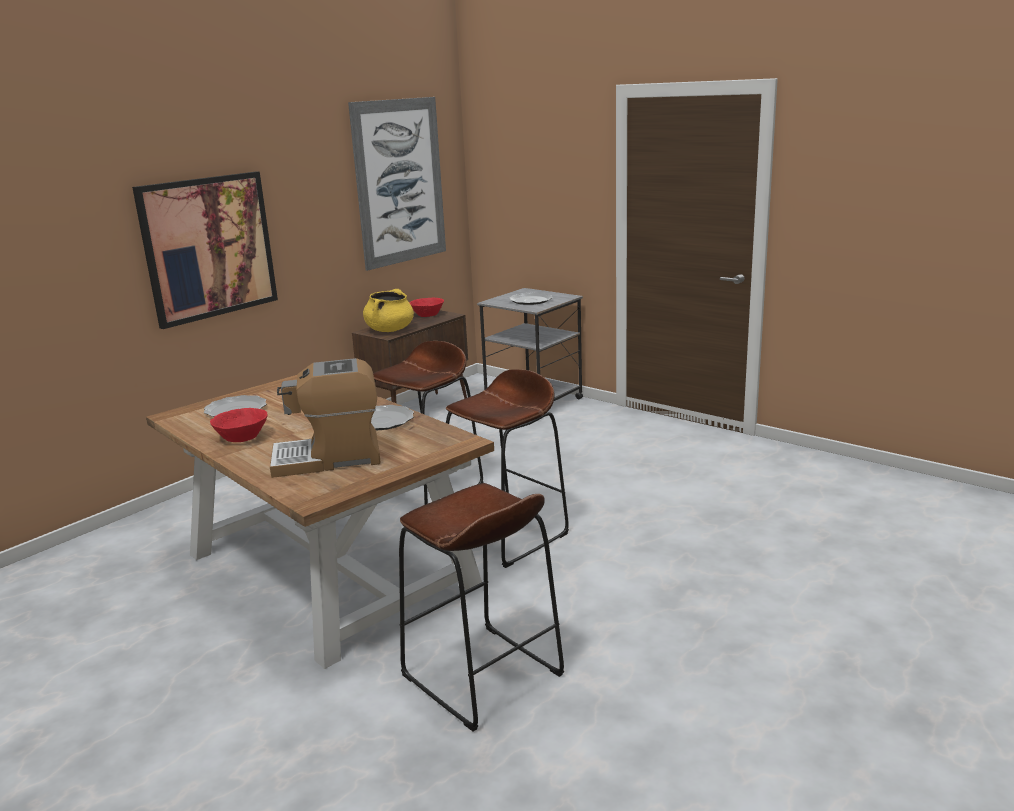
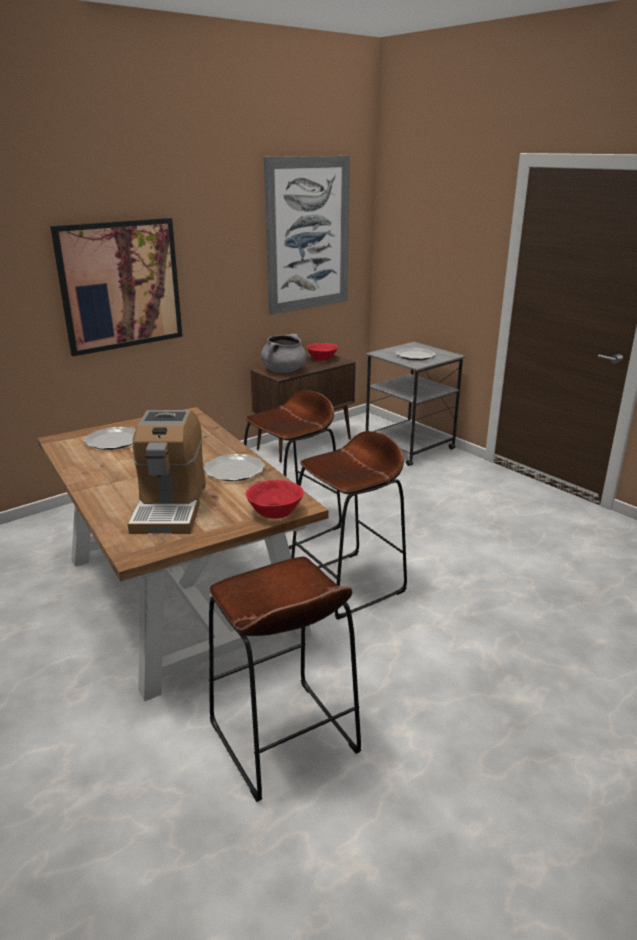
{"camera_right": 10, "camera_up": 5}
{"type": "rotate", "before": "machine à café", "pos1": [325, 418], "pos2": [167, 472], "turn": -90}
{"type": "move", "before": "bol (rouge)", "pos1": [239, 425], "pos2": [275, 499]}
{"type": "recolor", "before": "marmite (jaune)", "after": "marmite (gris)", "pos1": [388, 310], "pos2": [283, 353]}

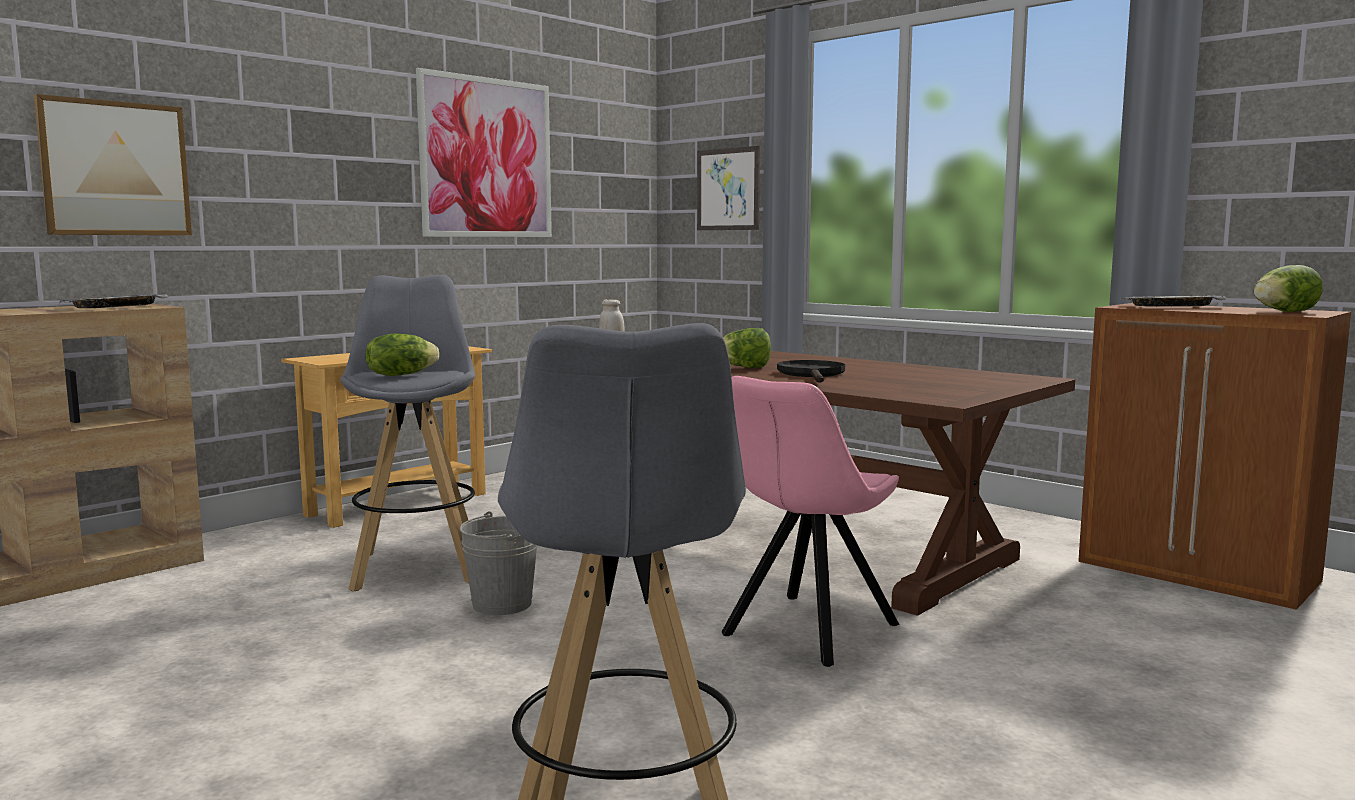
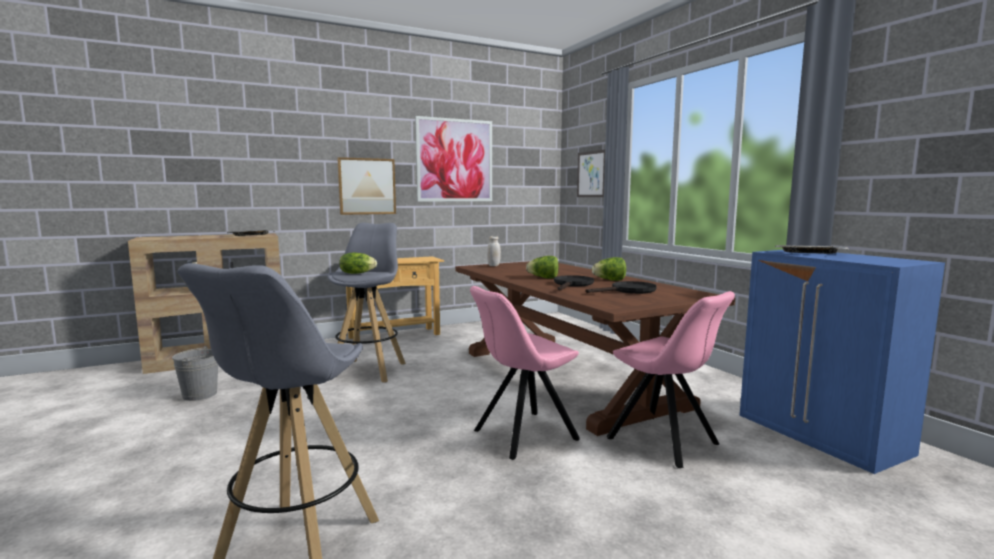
{"camera_right": 20, "camera_up": 0}
{"type": "move", "before": "seau (gris)", "pos1": [498, 563], "pos2": [195, 373]}
{"type": "move", "before": "tableau", "pos1": [113, 164], "pos2": [366, 186]}
{"type": "insert", "after": "poêle (noir)", "pos2": [621, 287]}
{"type": "move", "before": "laitue", "pos1": [1288, 288], "pos2": [609, 269]}
{"type": "insert", "after": "chaise (rose)", "pos2": [671, 379]}
{"type": "recolor", "before": "meuble de rangement (marron)", "after": "meuble de rangement (bleu)", "pos1": [1214, 456], "pos2": [842, 362]}

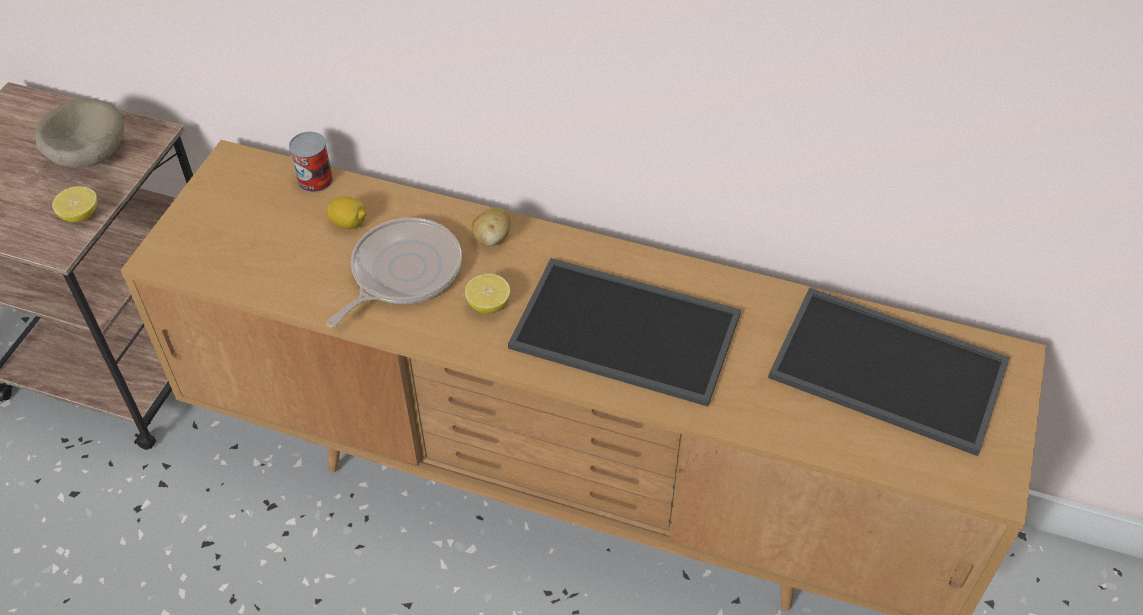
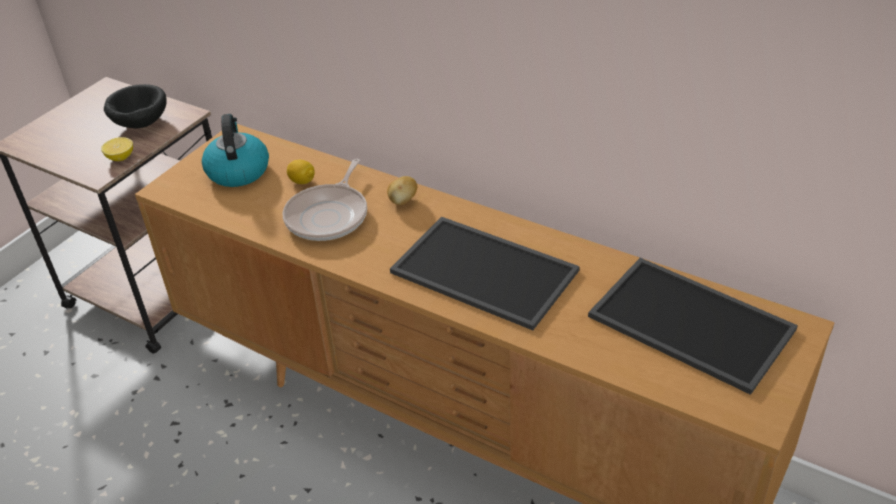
{"camera_right": 15, "camera_up": -10}
{"type": "recolor", "before": "bol (beige)", "after": "bol (noir)", "pos1": [79, 133], "pos2": [135, 106]}
{"type": "insert", "after": "bouilloire", "pos2": [235, 150]}
{"type": "rotate", "before": "poêle", "pos1": [394, 272], "pos2": [325, 200], "turn": 150}
{"type": "delete", "before": "boîte métallique", "pos1": [311, 162]}
{"type": "delete", "before": "citron", "pos1": [487, 294]}

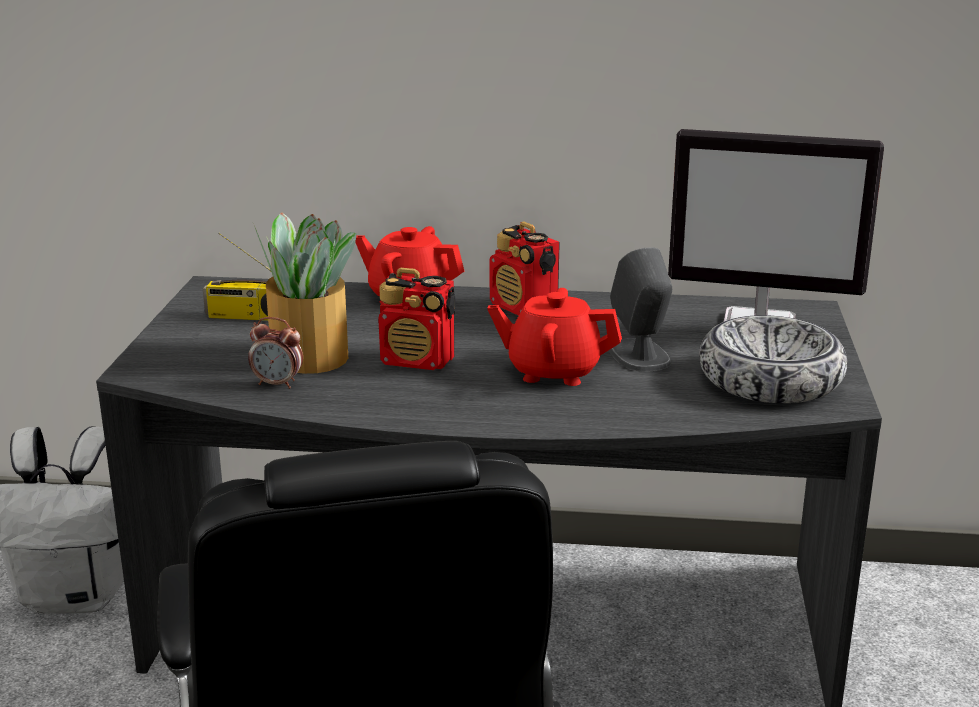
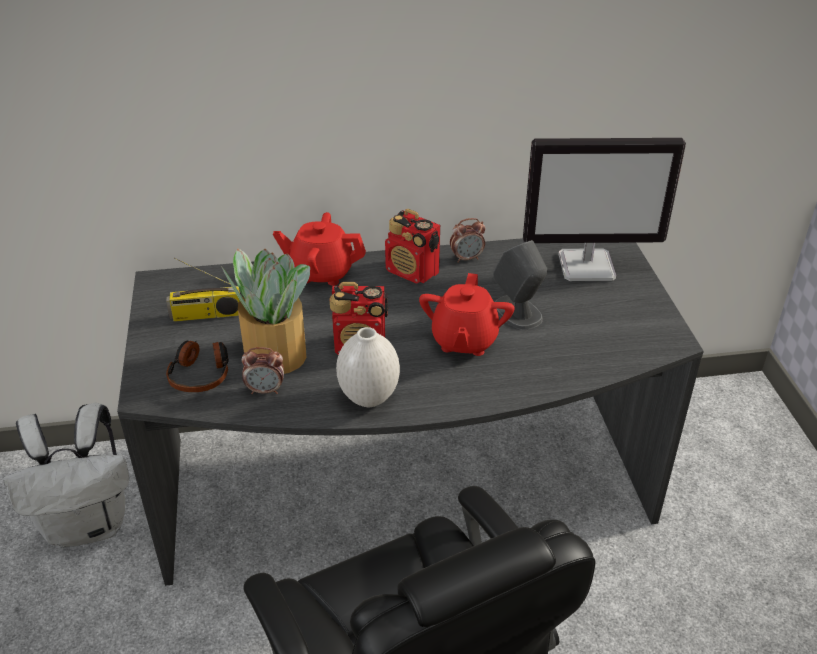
{"camera_right": -15, "camera_up": 15}
{"type": "insert", "after": "casque audio", "pos2": [197, 366]}
{"type": "insert", "after": "vase (blanc)", "pos2": [368, 367]}
{"type": "rotate", "before": "théière (rouge)", "pos1": [554, 337], "pos2": [467, 314], "turn": -75}
{"type": "insert", "after": "réveil", "pos2": [467, 240]}
{"type": "delete", "before": "bol", "pos1": [773, 359]}

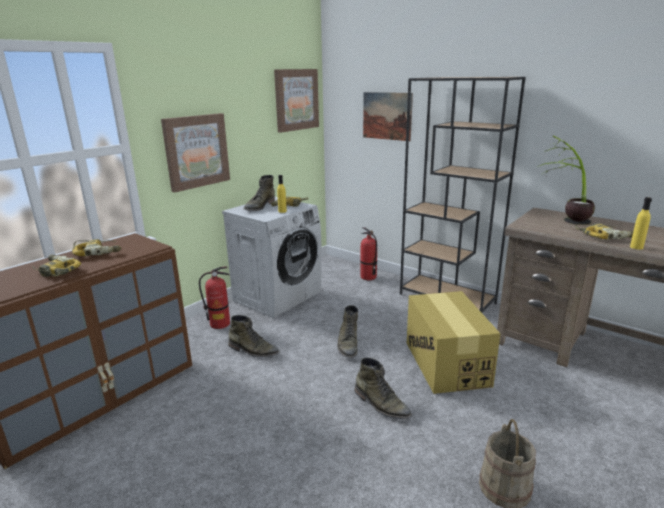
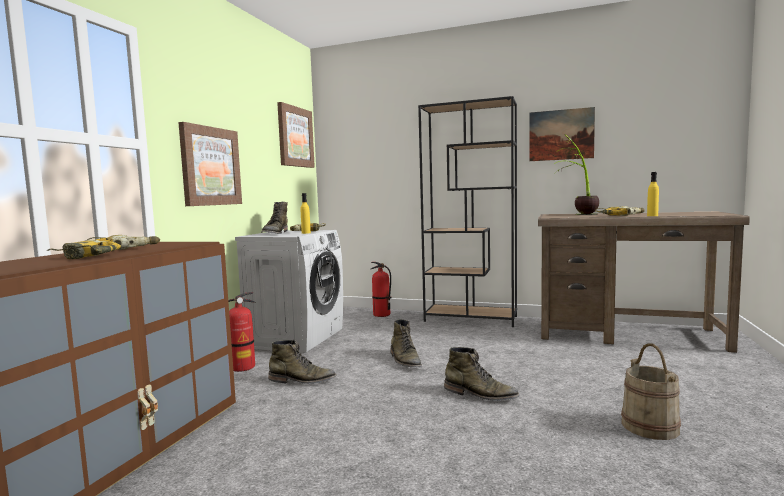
{"camera_right": -20, "camera_up": -15}
{"type": "move", "before": "tableau", "pos1": [388, 116], "pos2": [562, 134]}
{"type": "delete", "before": "carton", "pos1": [454, 342]}

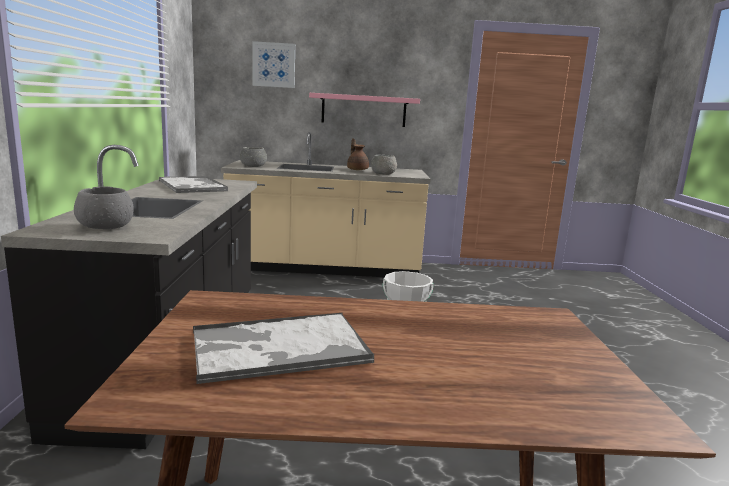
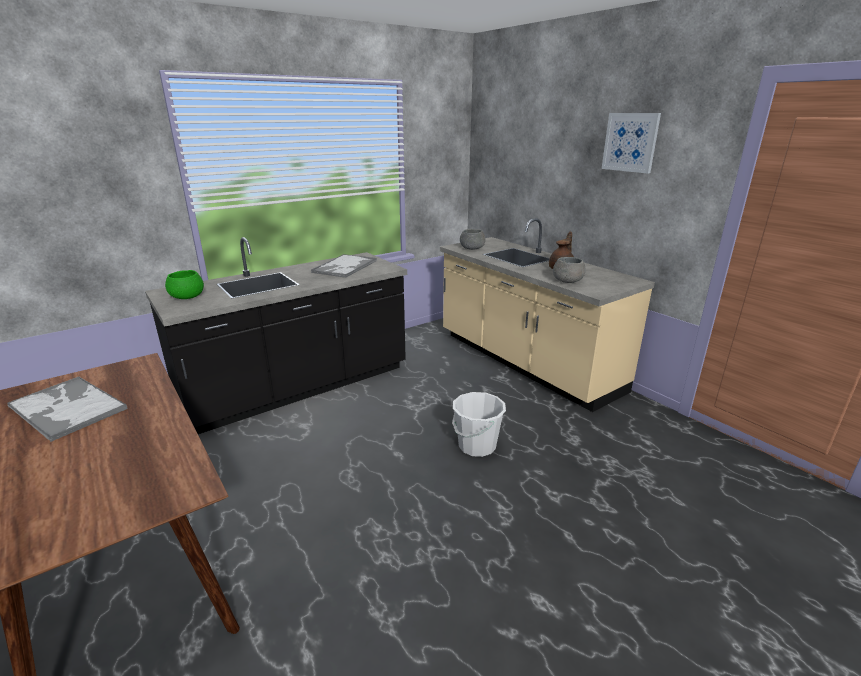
{"camera_right": 55, "camera_up": 10}
{"type": "recolor", "before": "bol (gris)", "after": "bol (vert)", "pos1": [104, 207], "pos2": [184, 284]}
{"type": "move", "before": "tableau", "pos1": [273, 64], "pos2": [631, 143]}
{"type": "delete", "before": "étagère (rose)", "pos1": [364, 110]}

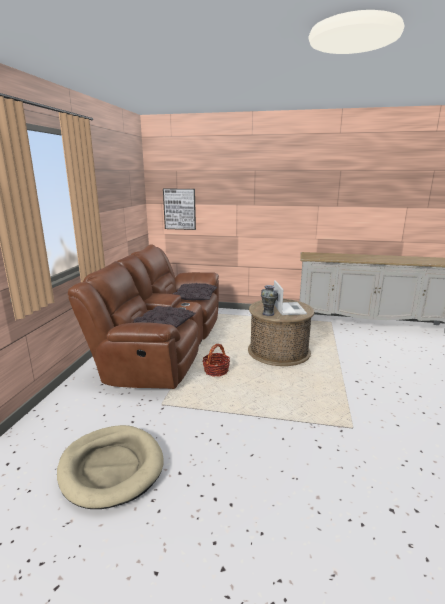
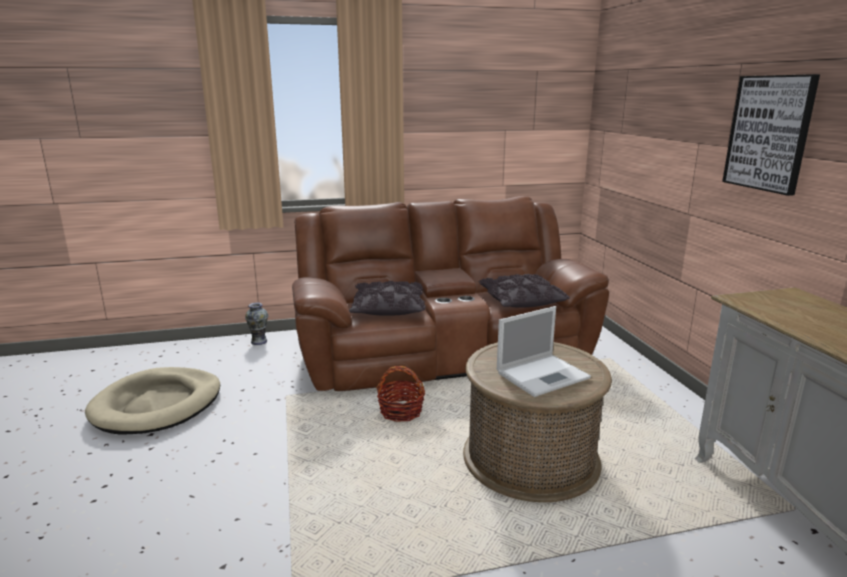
{"camera_right": 65, "camera_up": 0}
{"type": "move", "before": "vase", "pos1": [269, 300], "pos2": [257, 324]}
{"type": "move", "before": "tableau", "pos1": [179, 209], "pos2": [771, 135]}

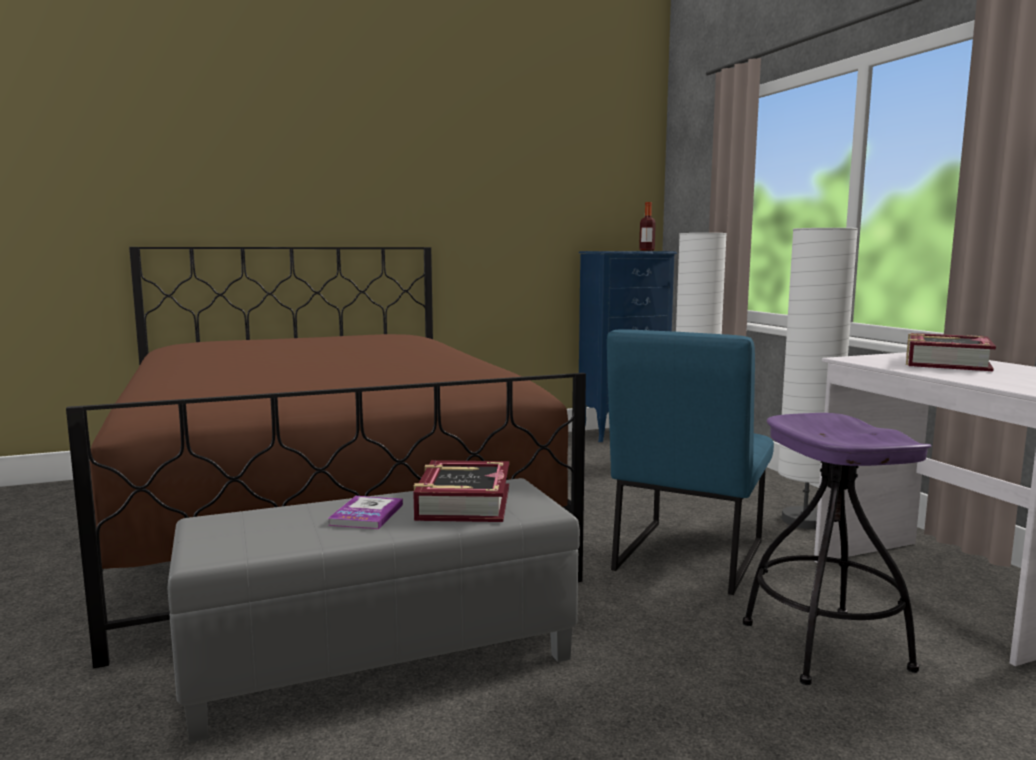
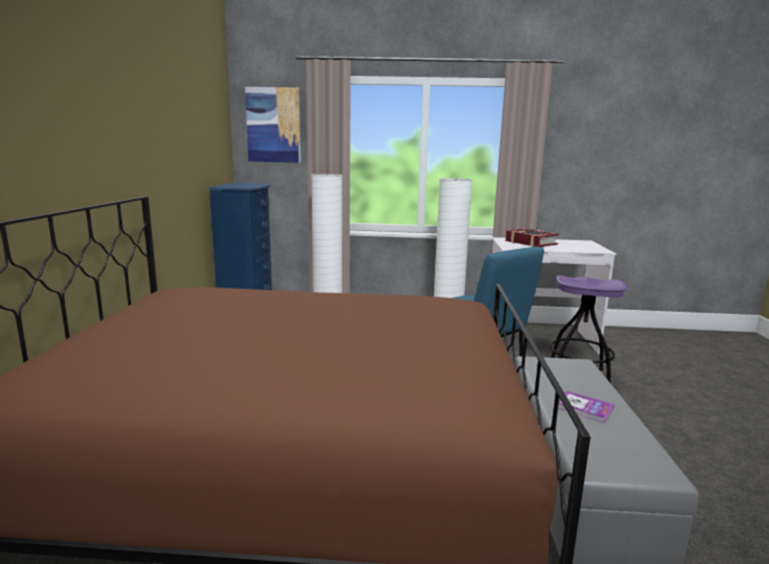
{"camera_right": -65, "camera_up": 5}
{"type": "insert", "after": "tableau", "pos2": [273, 125]}
{"type": "delete", "before": "livre", "pos1": [461, 491]}
{"type": "delete", "before": "bouteille", "pos1": [647, 226]}

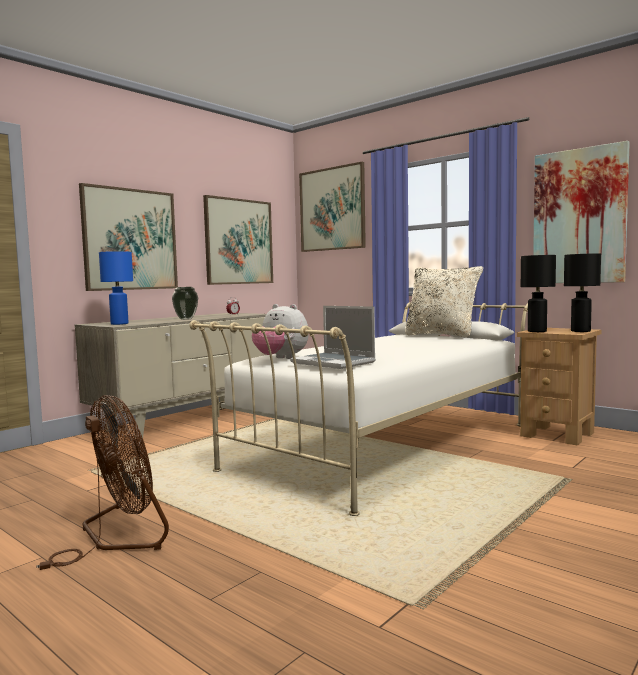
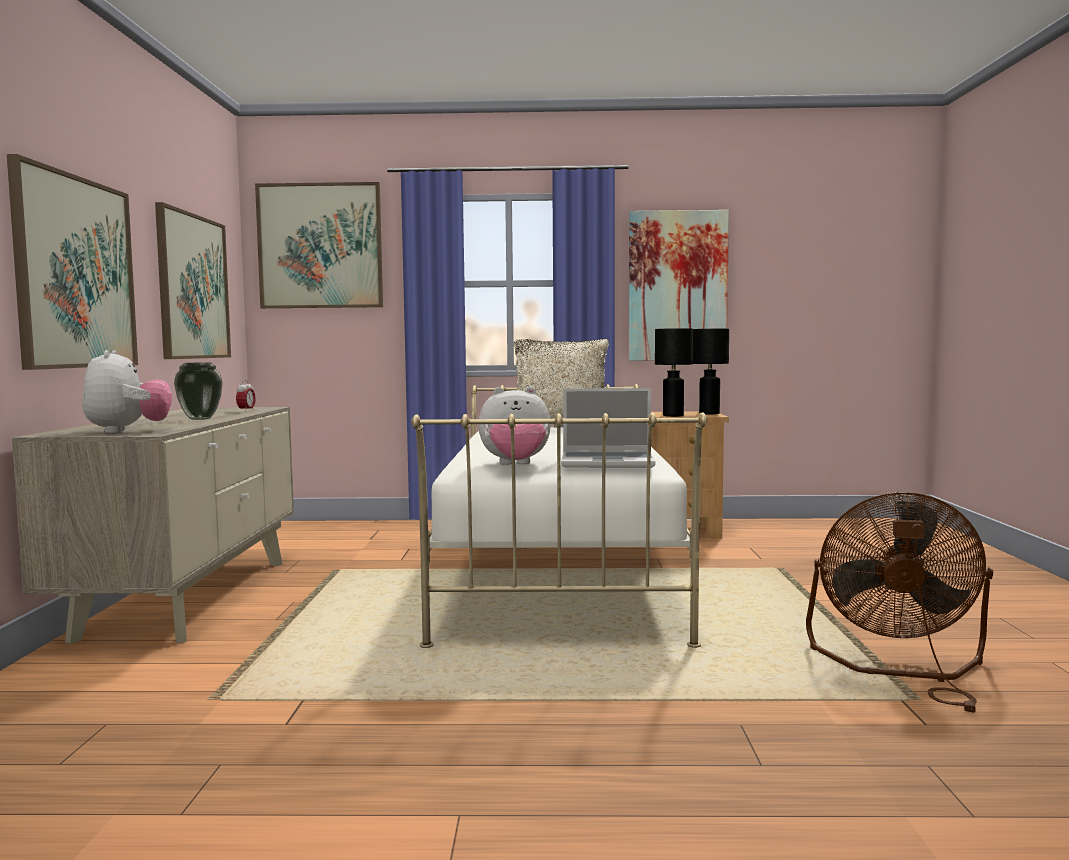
{"camera_right": -40, "camera_up": 0}
{"type": "replace", "before": "lampe de table (bleu)", "after": "peluche", "pos1": [116, 288], "pos2": [127, 391]}
{"type": "move", "before": "ventilateur (marron)", "pos1": [102, 482], "pos2": [899, 602]}

